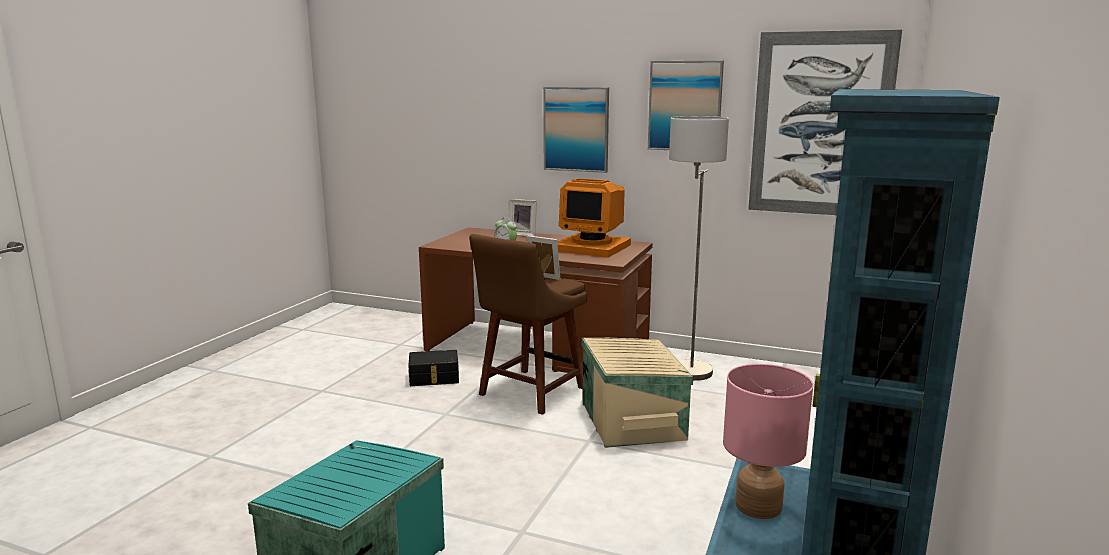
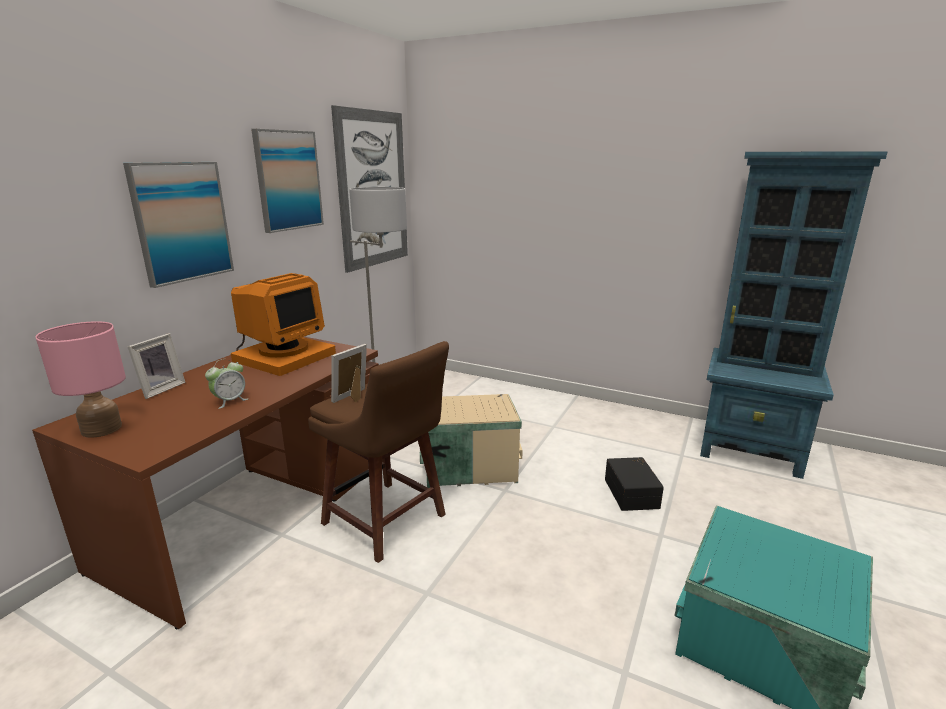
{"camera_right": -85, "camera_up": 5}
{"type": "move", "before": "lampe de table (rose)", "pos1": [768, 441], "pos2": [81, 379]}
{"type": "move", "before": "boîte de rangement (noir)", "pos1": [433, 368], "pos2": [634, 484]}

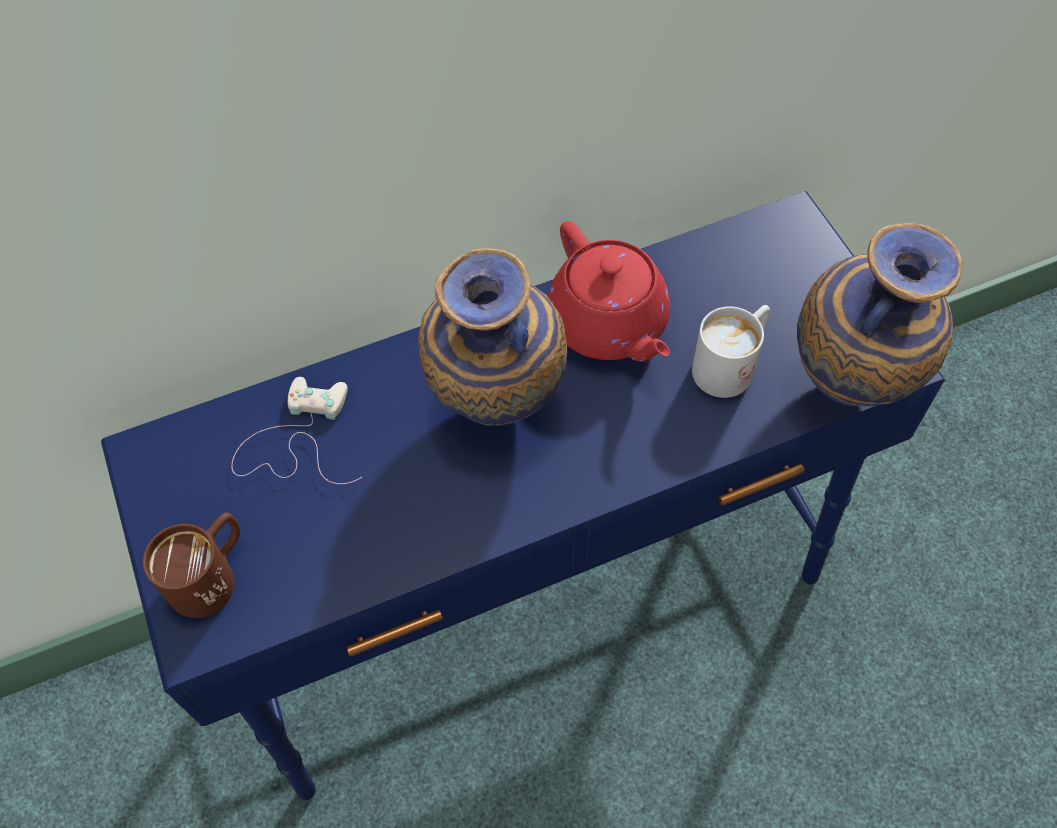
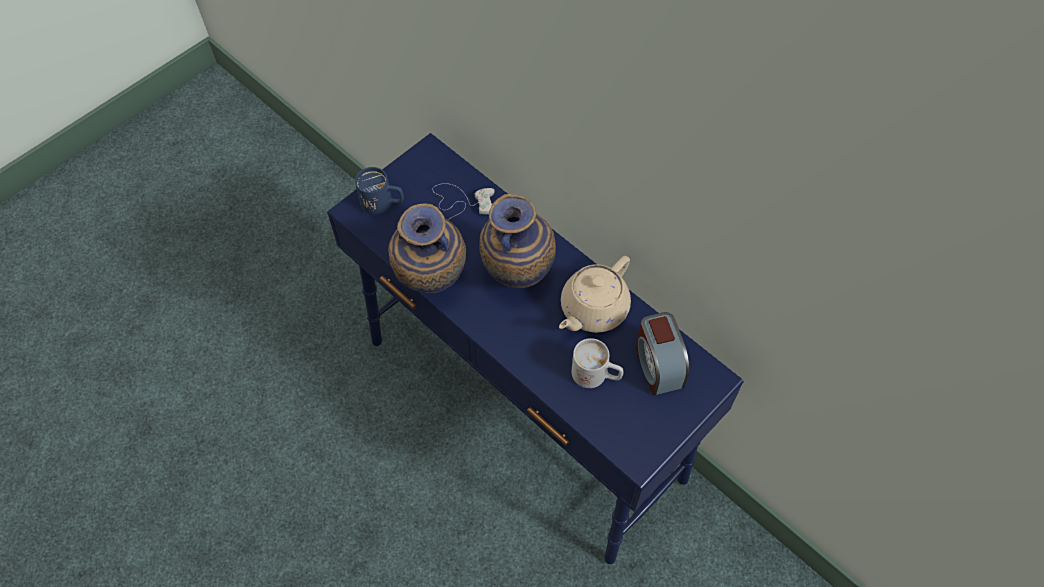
{"camera_right": 65, "camera_up": 0}
{"type": "recolor", "before": "mug (marron)", "after": "mug (bleu)", "pos1": [191, 565], "pos2": [379, 191]}
{"type": "move", "before": "vase", "pos1": [880, 315], "pos2": [427, 248]}
{"type": "recolor", "before": "théière (rouge)", "after": "théière (beige)", "pos1": [609, 291], "pos2": [595, 294]}
{"type": "insert", "after": "réveil", "pos2": [662, 354]}

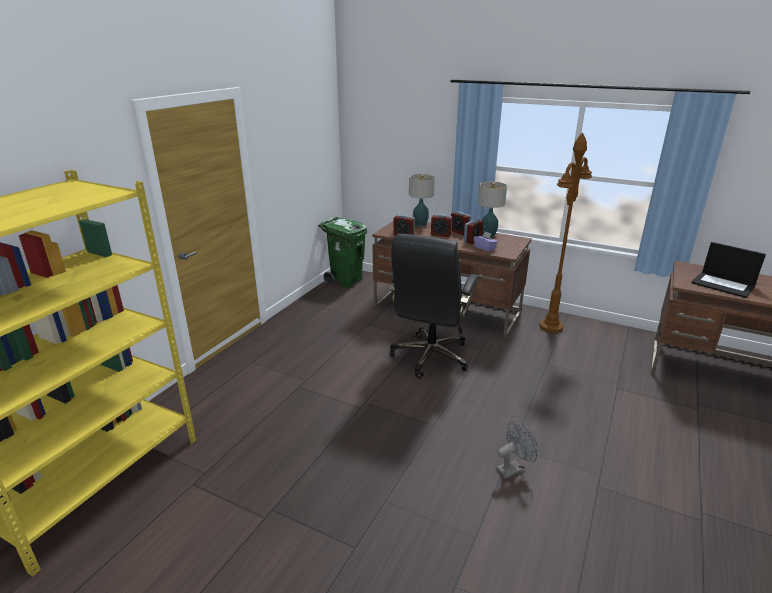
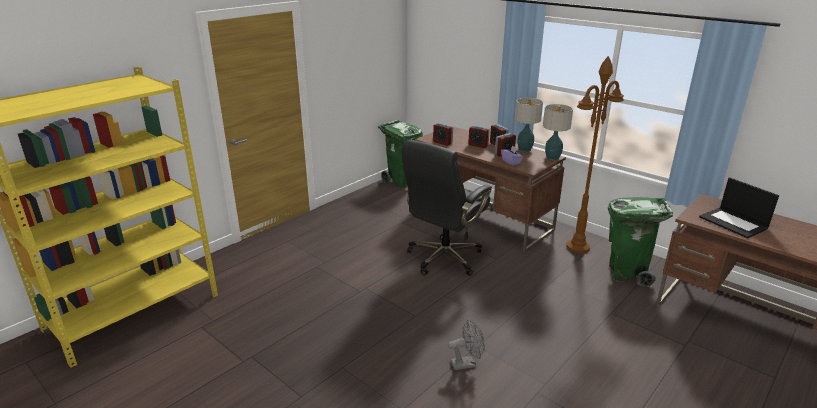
{"camera_right": 15, "camera_up": 0}
{"type": "move", "before": "lampe de table", "pos1": [422, 200], "pos2": [558, 132]}
{"type": "insert", "after": "poubelle (vert)", "pos2": [640, 242]}

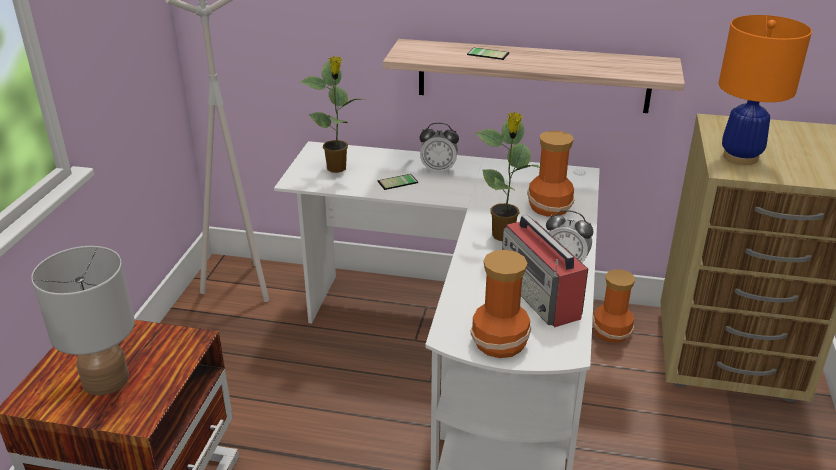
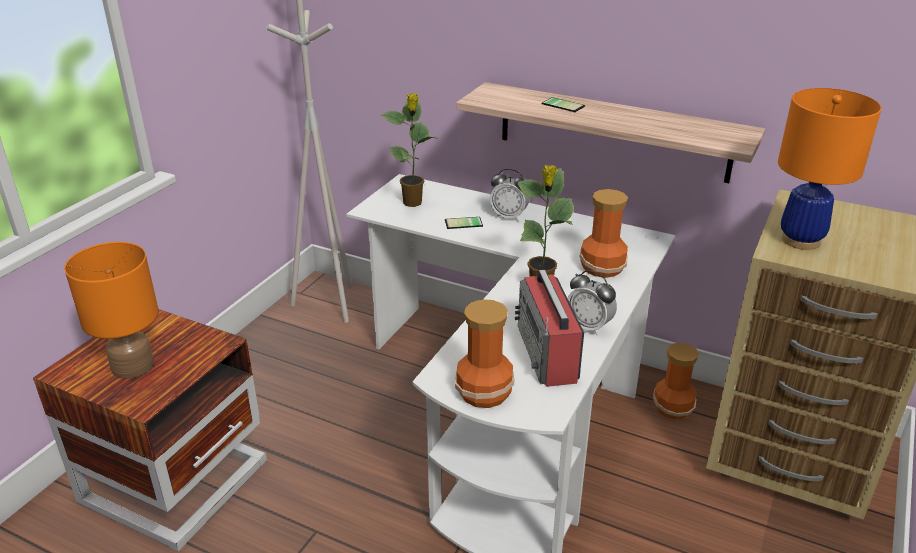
{"camera_right": 15, "camera_up": 0}
{"type": "recolor", "before": "lampe de table (gris)", "after": "lampe de table (orange)", "pos1": [83, 320], "pos2": [111, 310]}

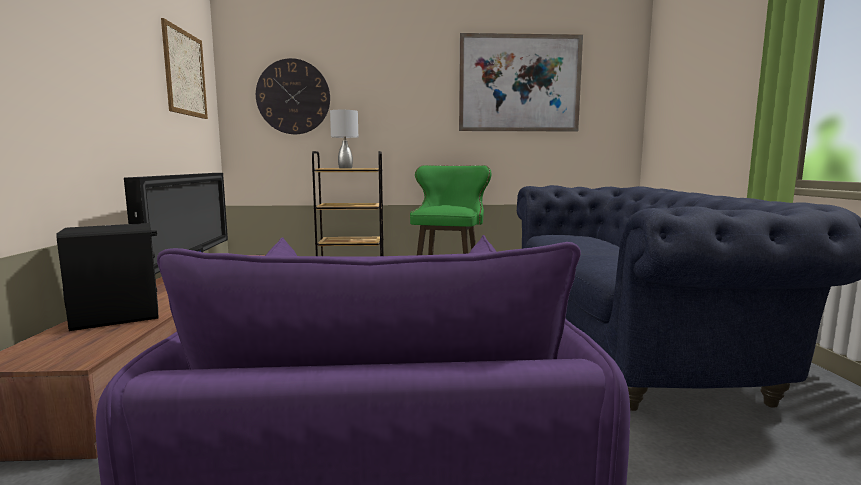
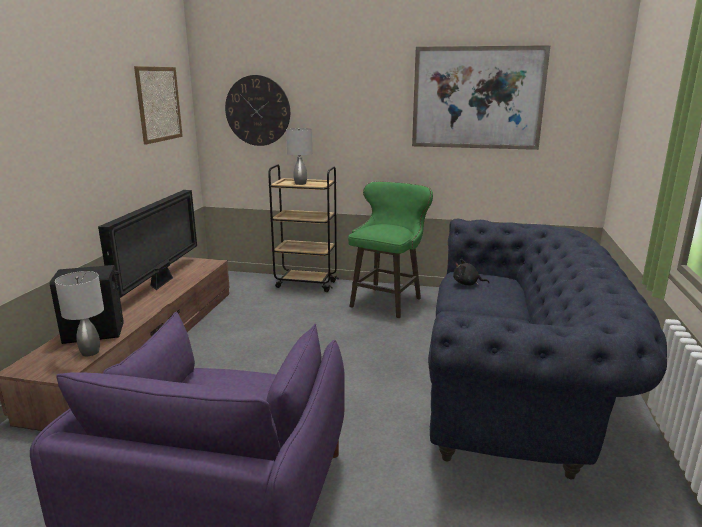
{"camera_right": 15, "camera_up": 10}
{"type": "insert", "after": "lampe de table (gris)", "pos2": [79, 313]}
{"type": "insert", "after": "peluche (noir)", "pos2": [471, 272]}

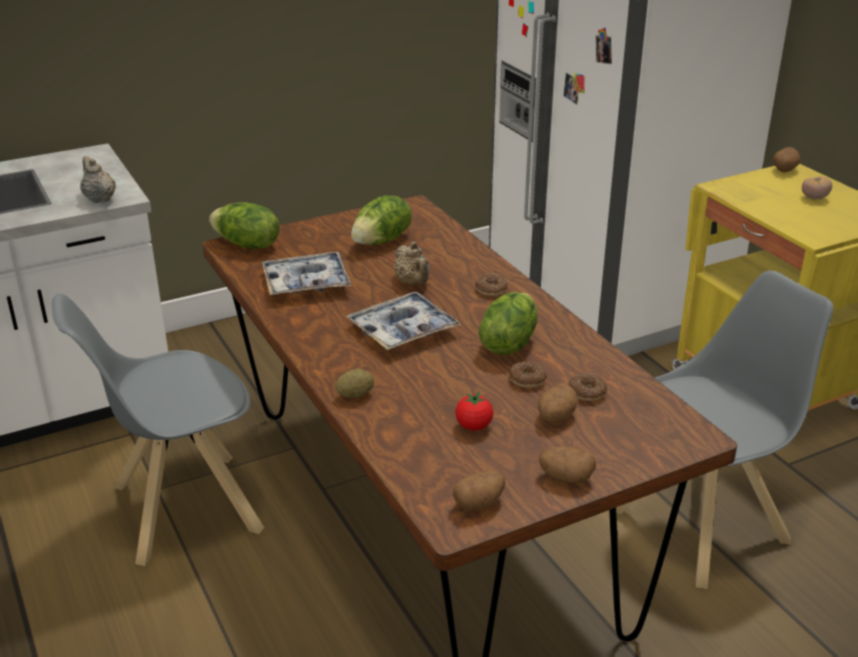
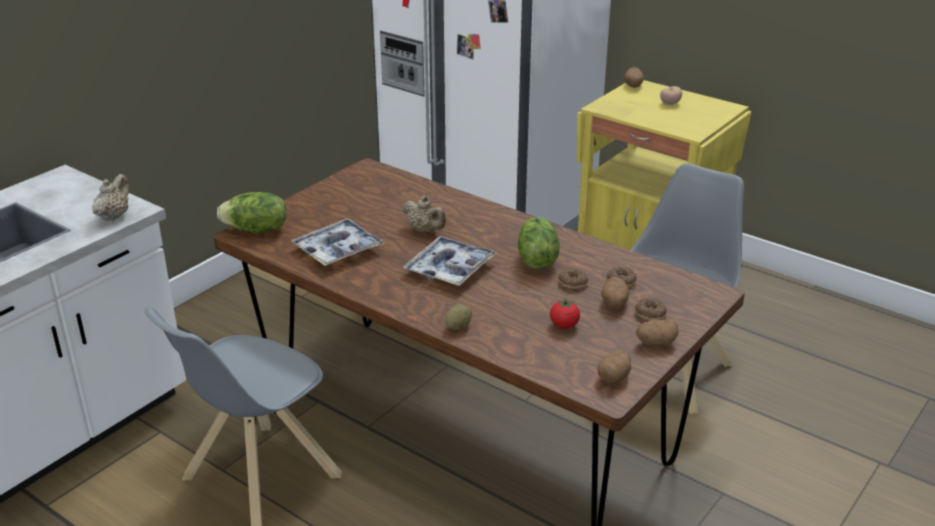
{"camera_right": -25, "camera_up": 0}
{"type": "rotate", "before": "théière (beige)", "pos1": [98, 179], "pos2": [111, 197], "turn": 75}
{"type": "move", "before": "beignet", "pos1": [491, 285], "pos2": [651, 309]}
{"type": "delete", "before": "laitue", "pos1": [381, 220]}

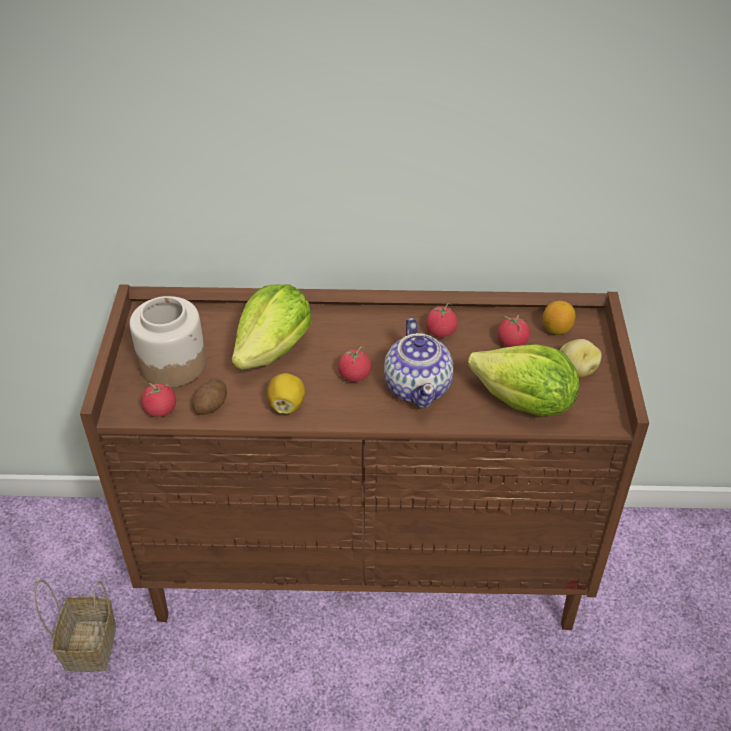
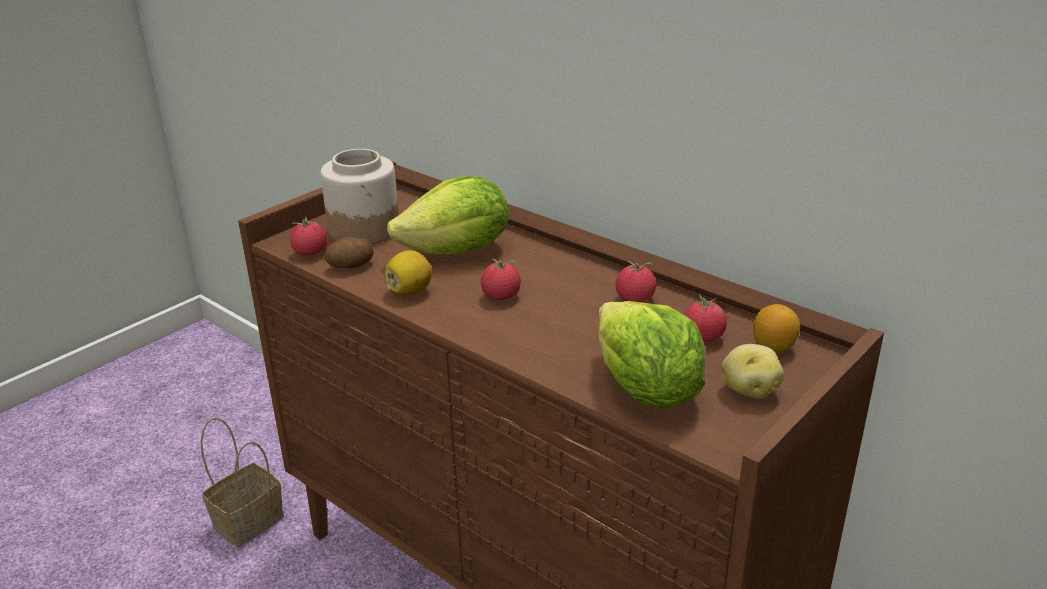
{"camera_right": 40, "camera_up": -15}
{"type": "delete", "before": "théière", "pos1": [418, 363]}

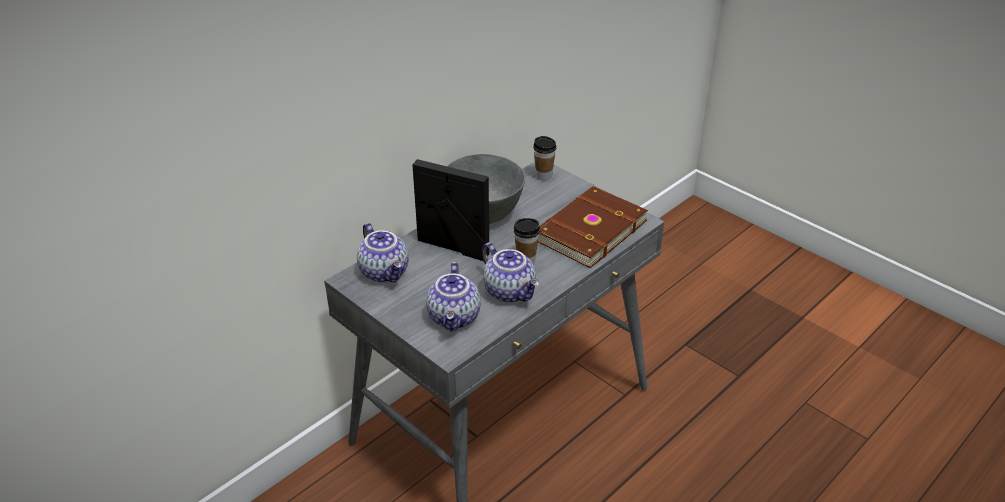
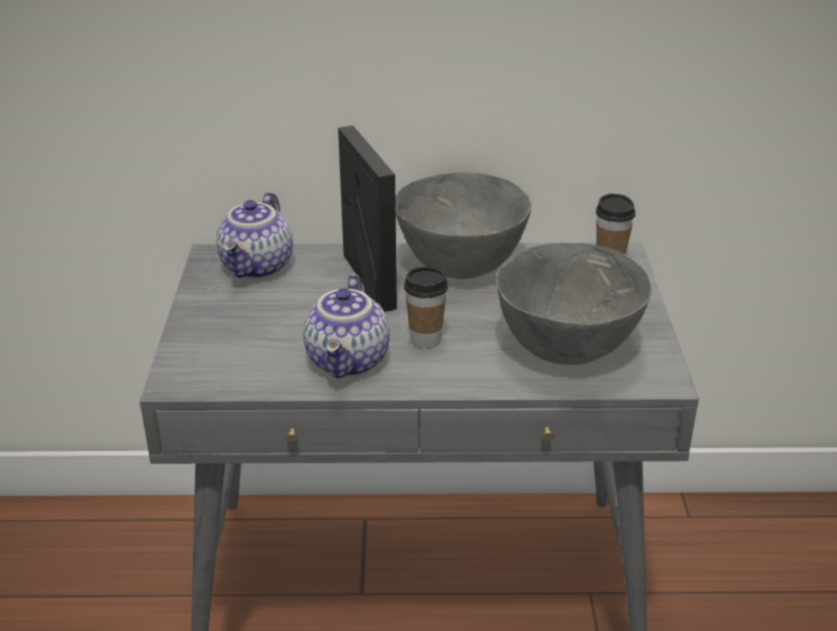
{"camera_right": 45, "camera_up": -5}
{"type": "replace", "before": "livre (marron)", "after": "bol (gris)", "pos1": [593, 227], "pos2": [574, 304]}
{"type": "delete", "before": "théière", "pos1": [453, 297]}

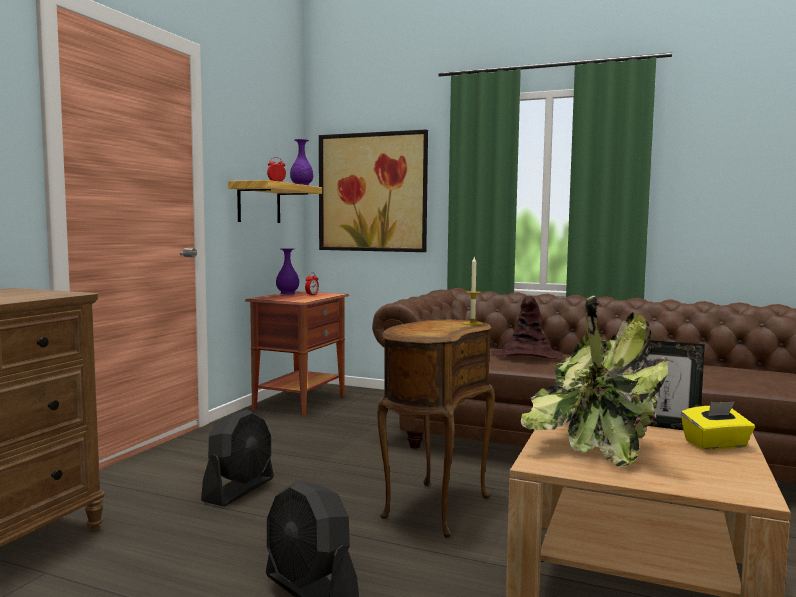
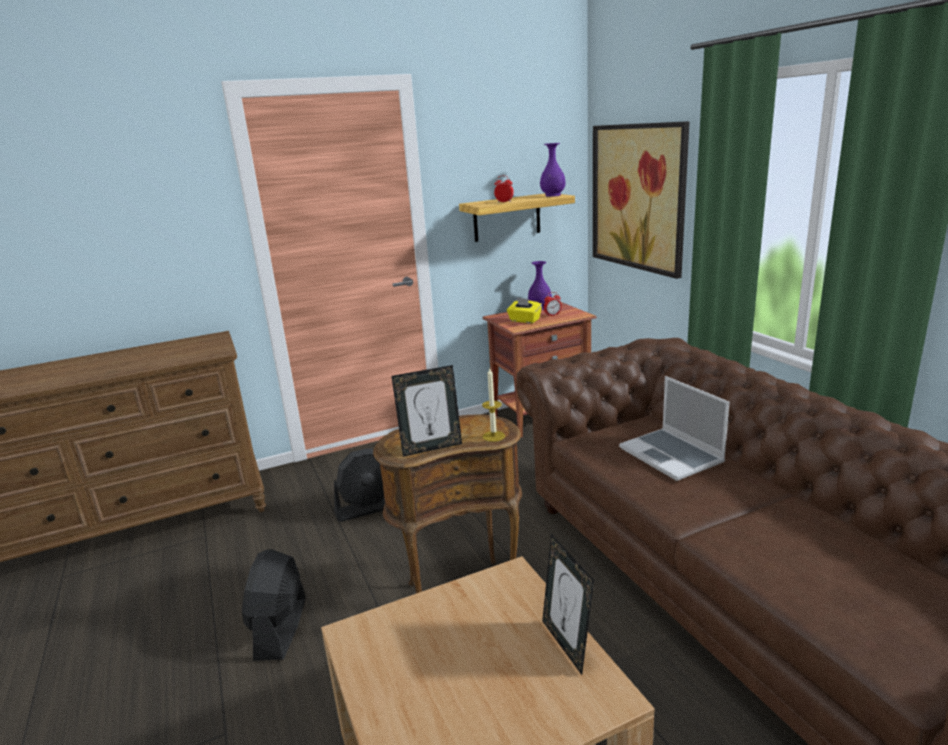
{"camera_right": 45, "camera_up": 15}
{"type": "insert", "after": "cadre photo", "pos2": [427, 411]}
{"type": "move", "before": "boîte à mouchoirs (jaune)", "pos1": [718, 425], "pos2": [524, 310]}
{"type": "replace", "before": "chapeau (marron)", "after": "ordinateur portable", "pos1": [526, 327], "pos2": [674, 428]}
{"type": "delete", "before": "plante en pot", "pos1": [595, 380]}

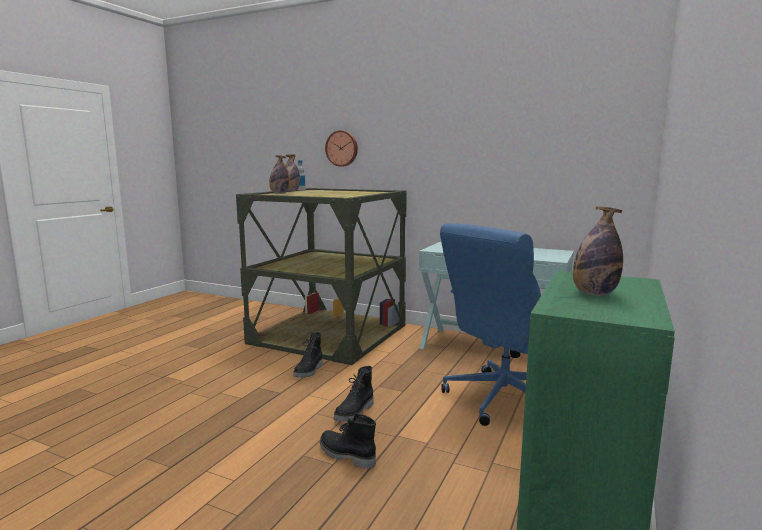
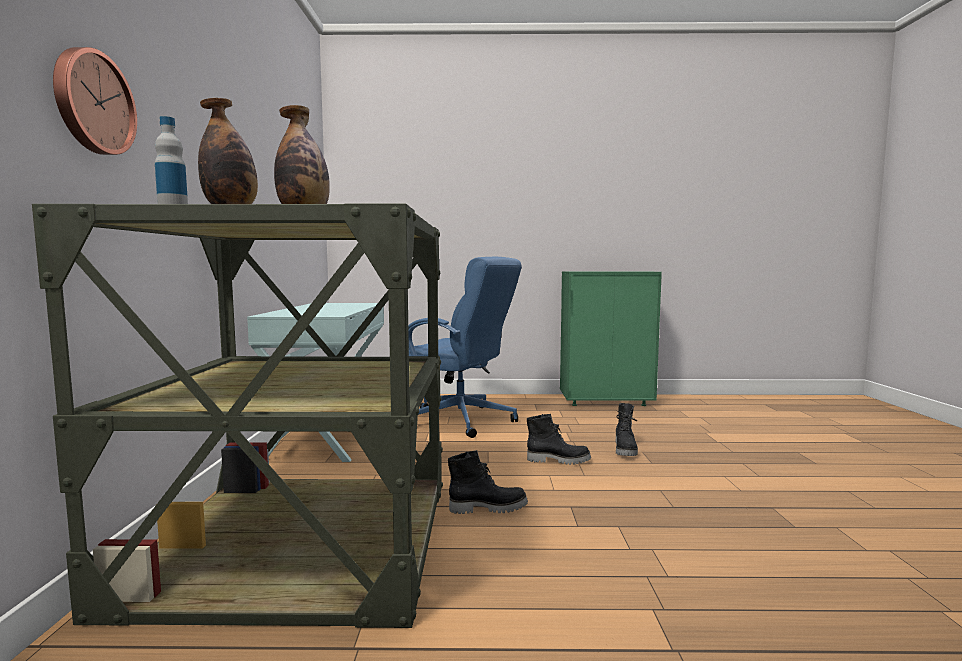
{"camera_right": -115, "camera_up": -5}
{"type": "delete", "before": "bouteille", "pos1": [598, 251]}

